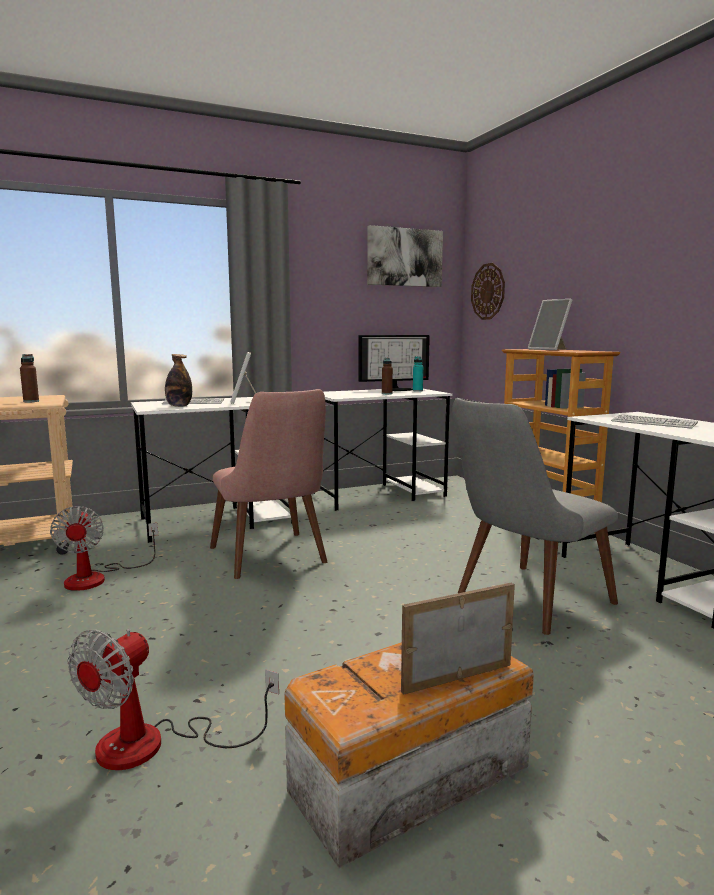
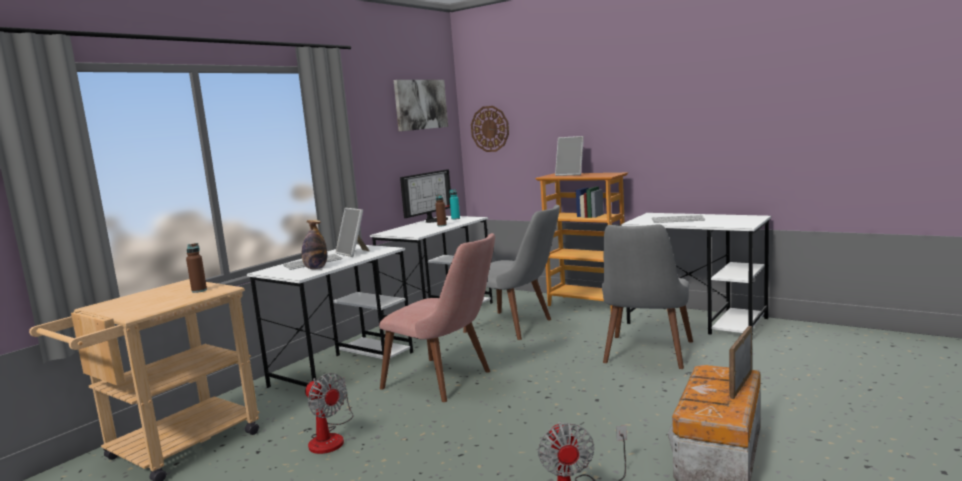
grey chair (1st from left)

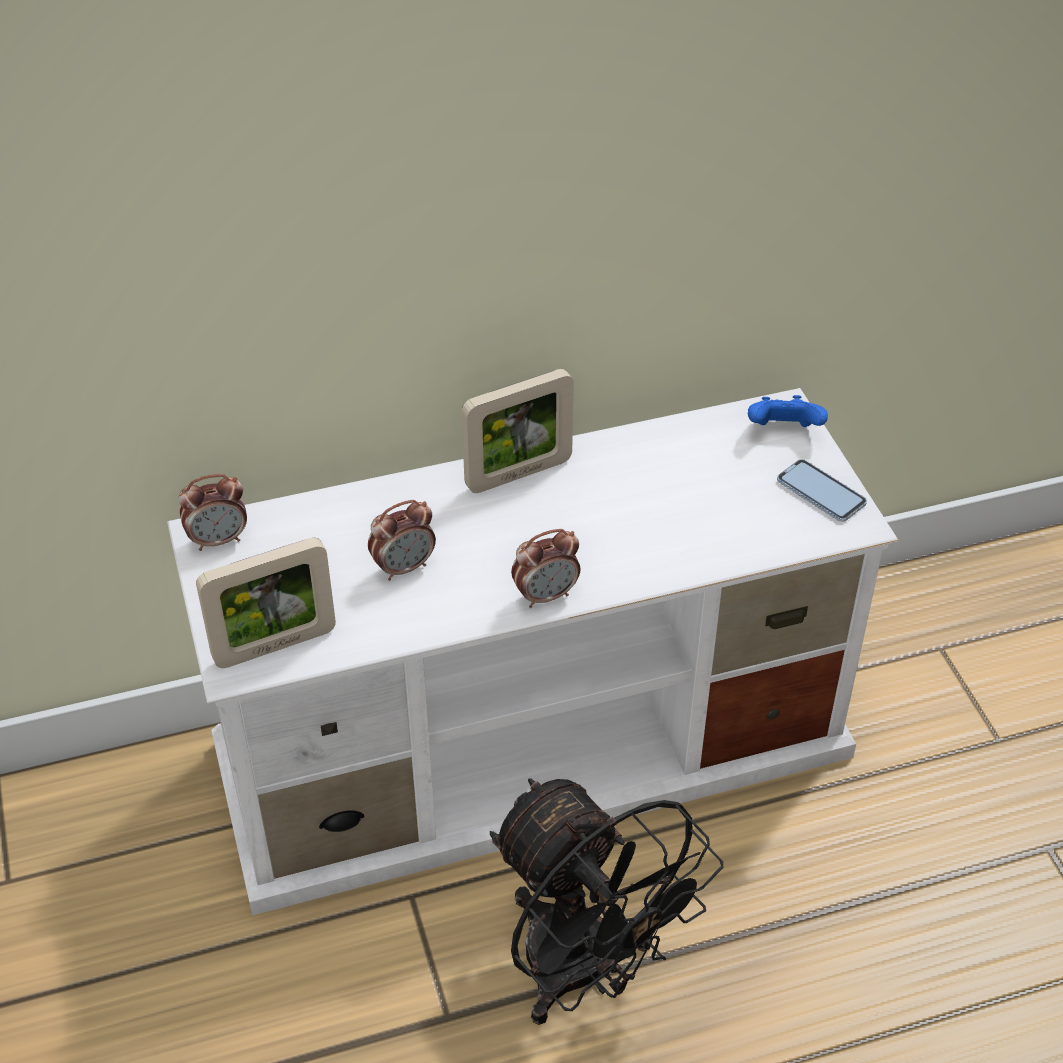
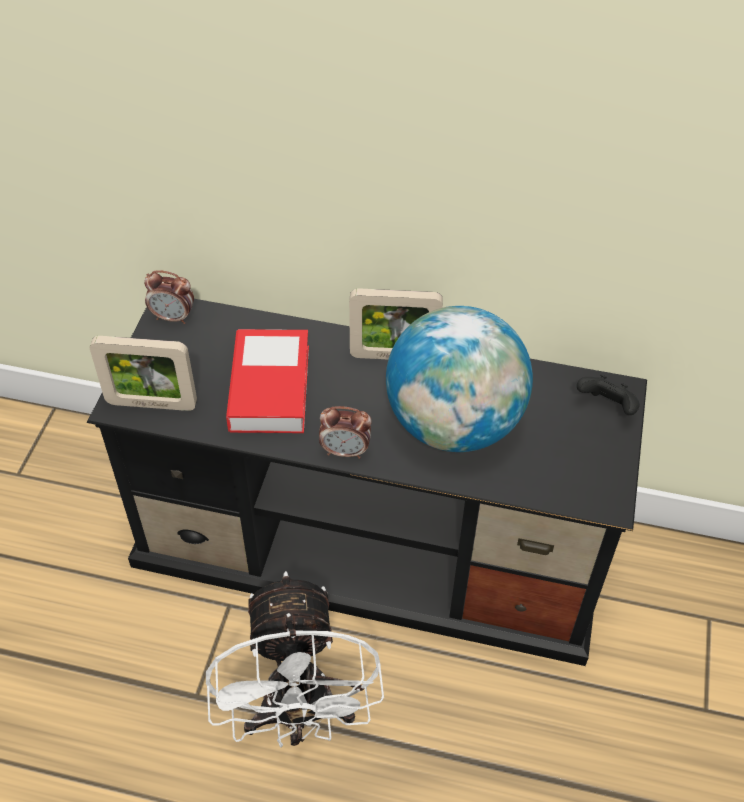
phone; globe; book; black tv stand; white fan; black game controller

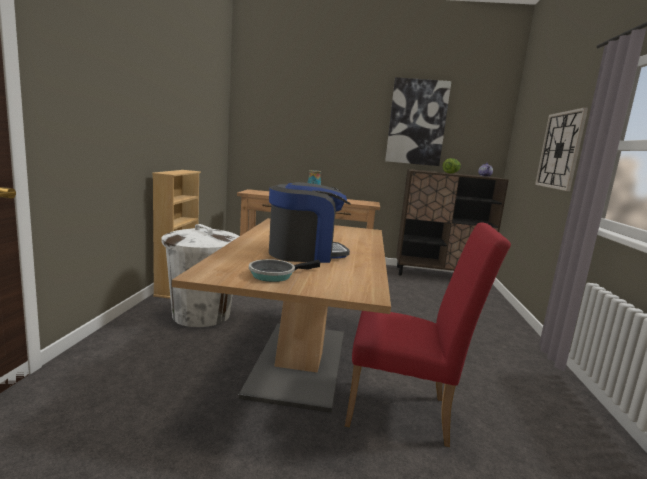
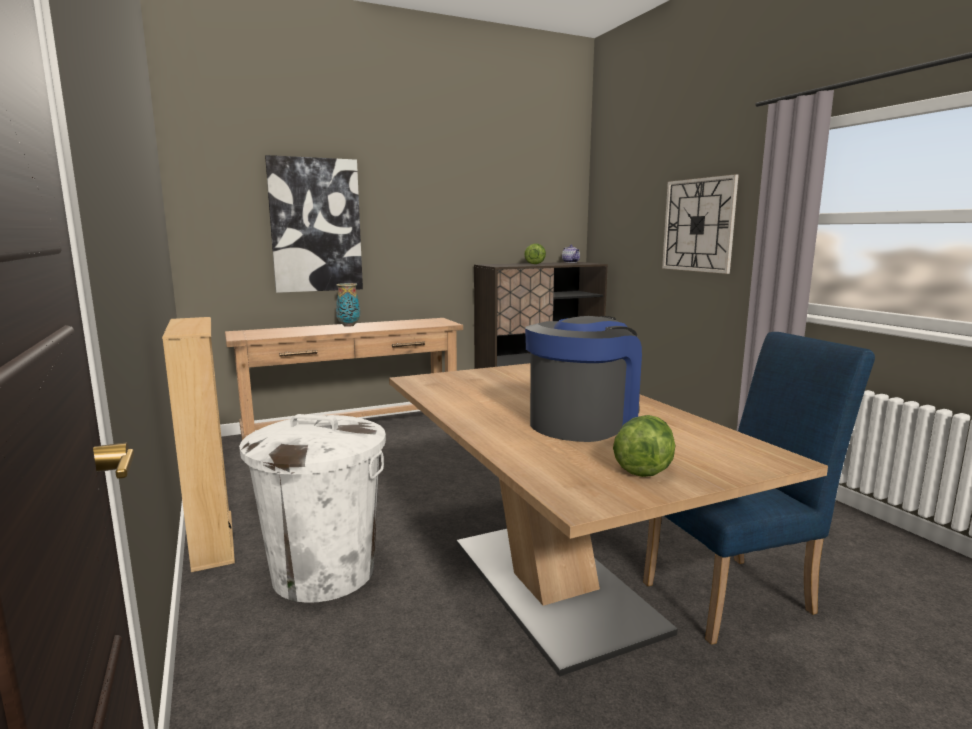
picture; lettuce (2nd from left); blue chair

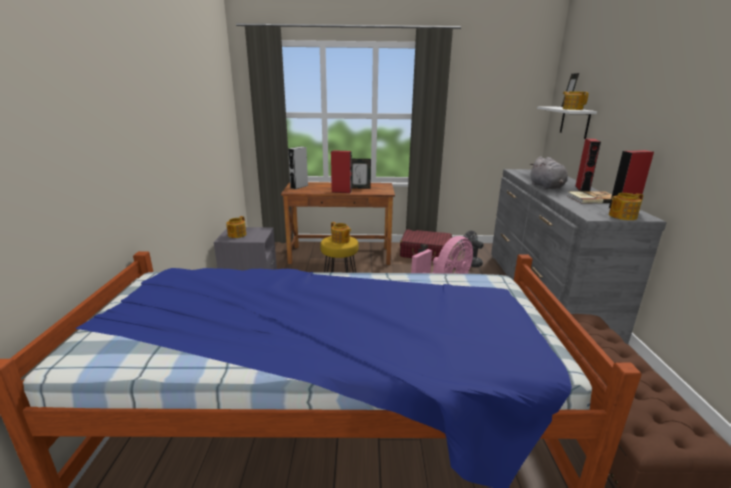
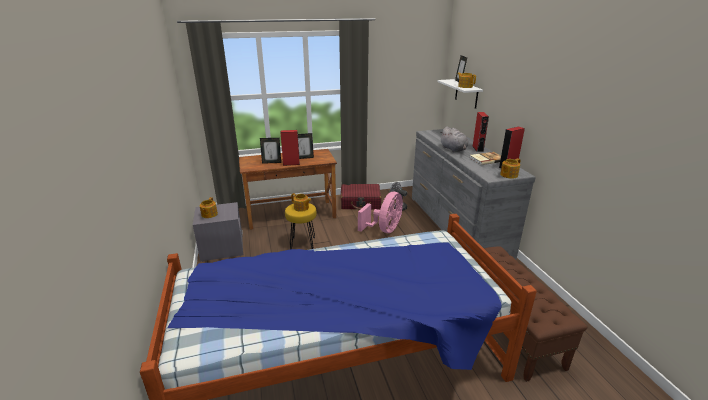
grey speaker; picture frame (1st from left)

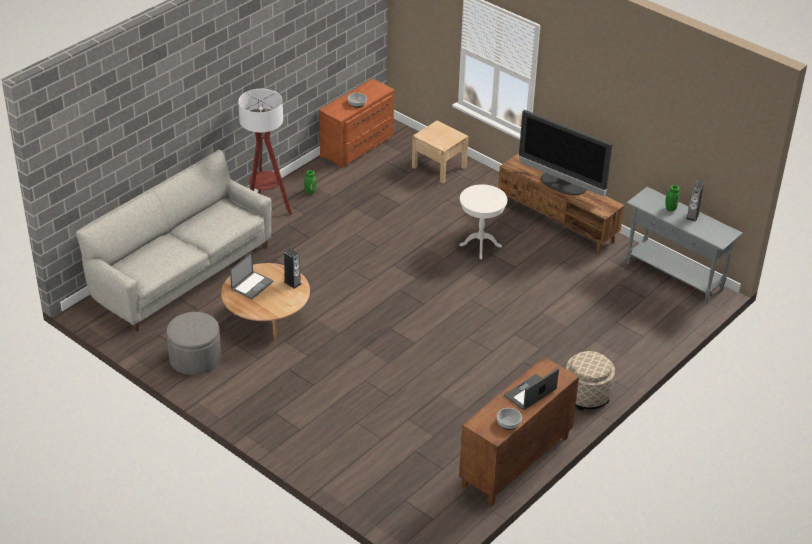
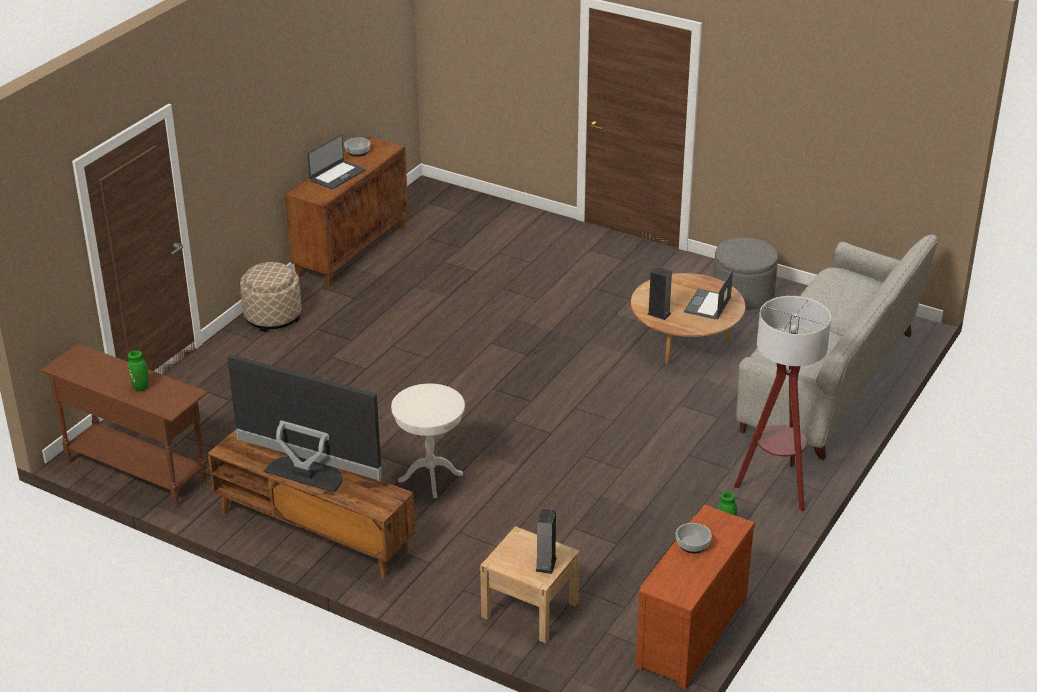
speaker (1st from left); brown console table

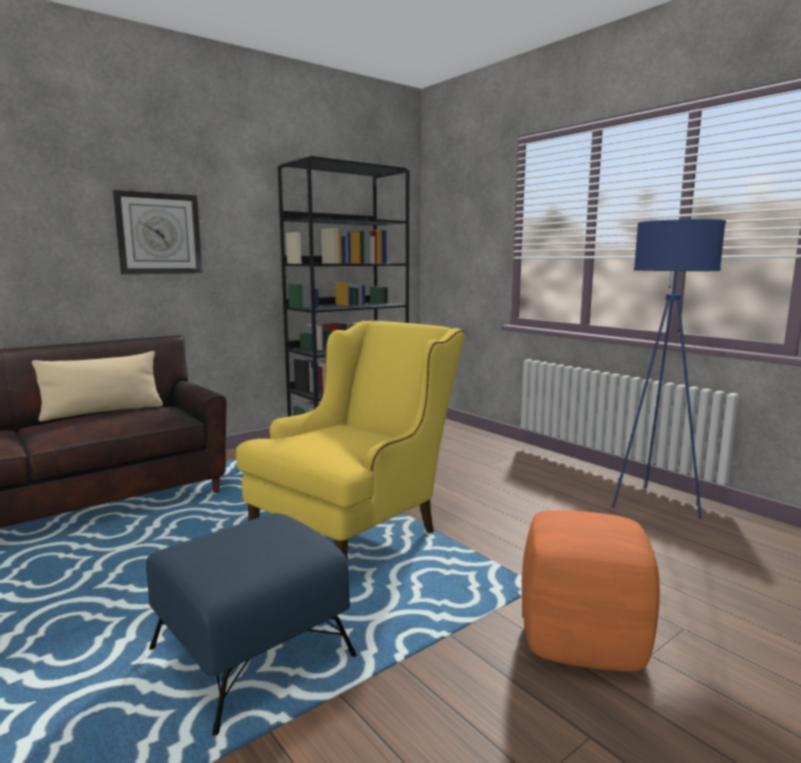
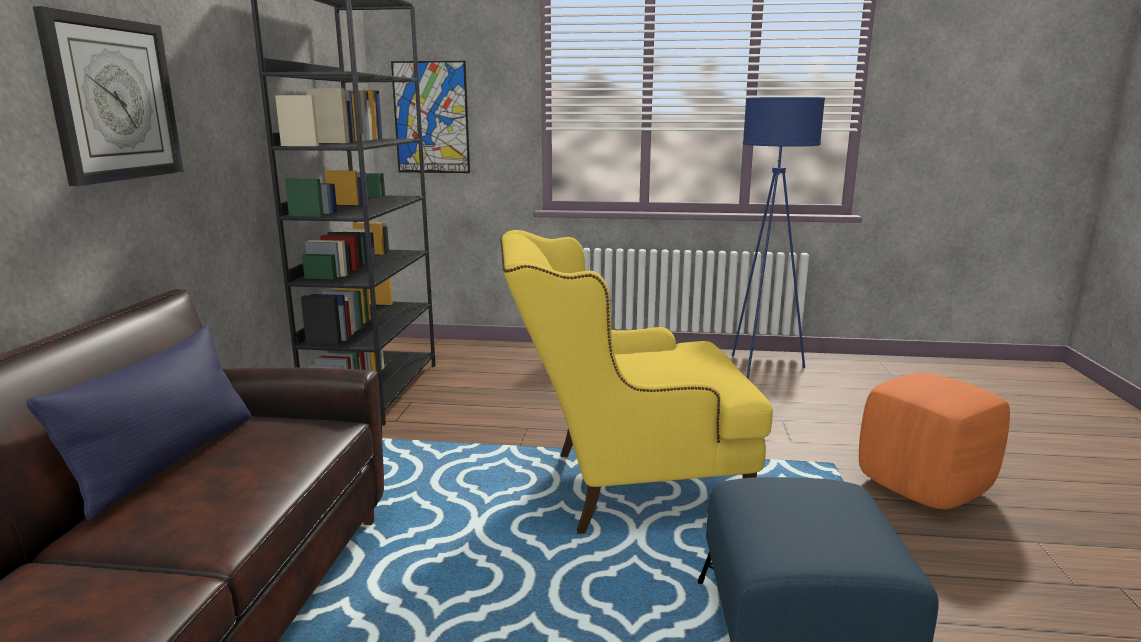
picture; blue pillow; yellow armchair

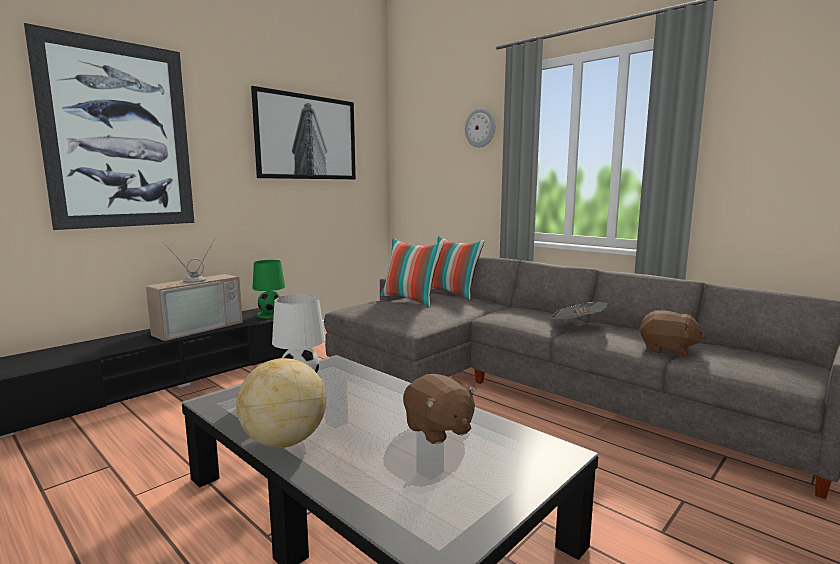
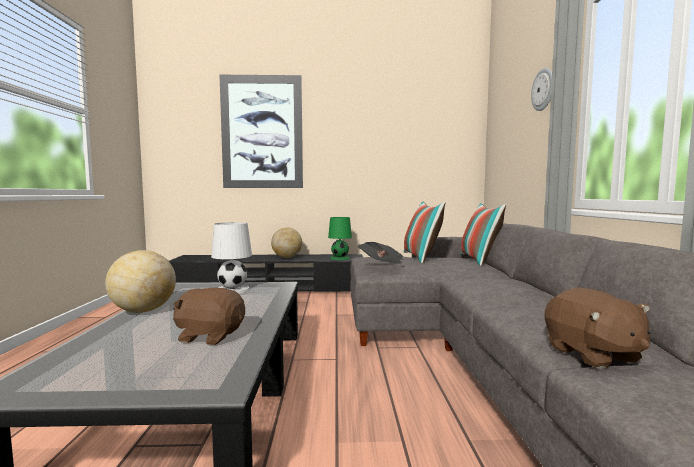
picture (2nd from left in the first image); newspaper; globe (2nd from left); brown plush toy (1st from left)

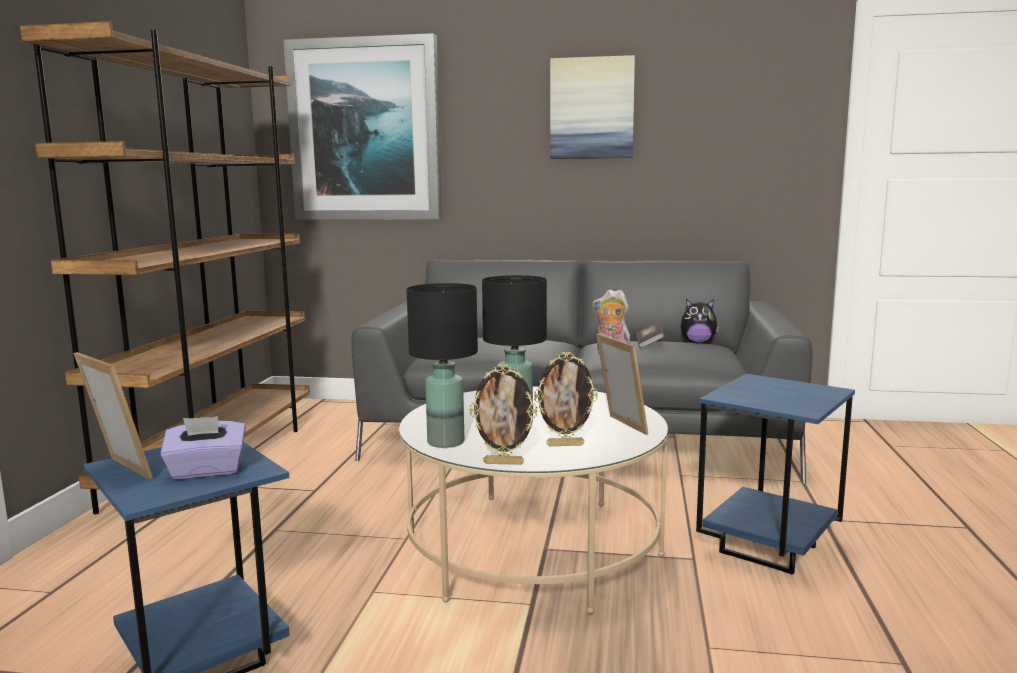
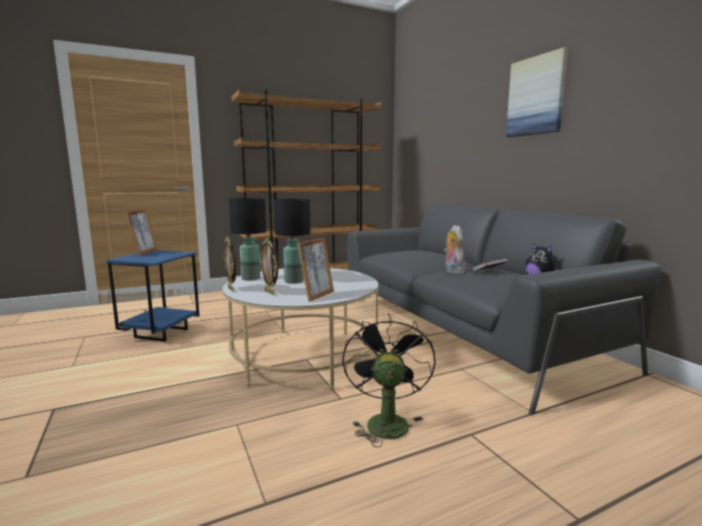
purple tissue box; picture (1st from left in the first image); black fan

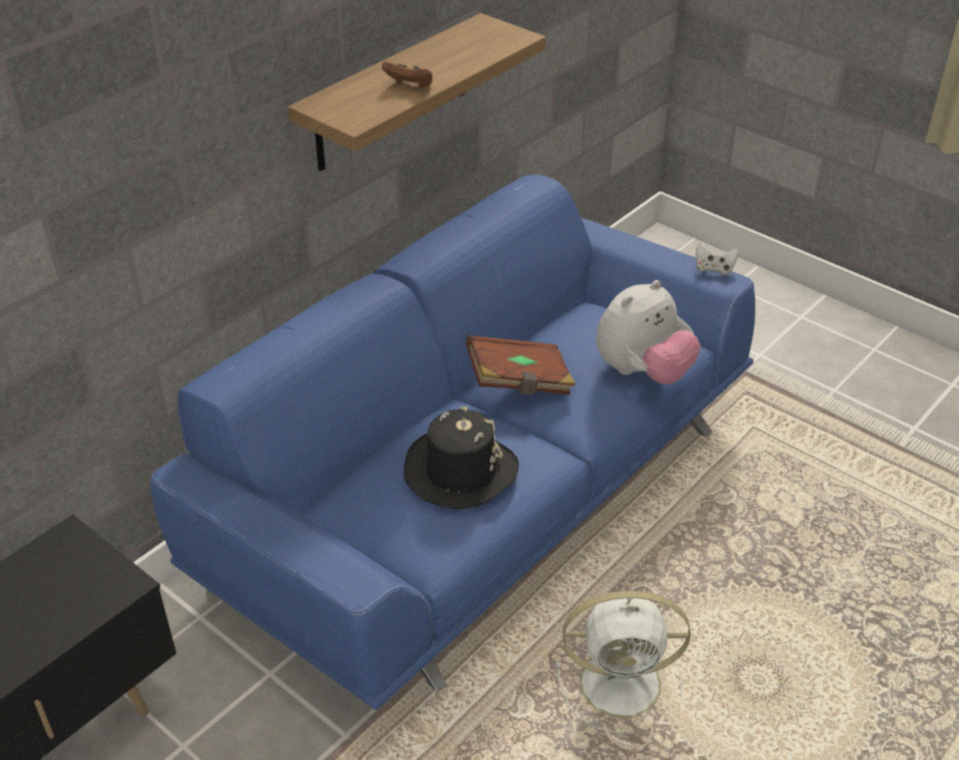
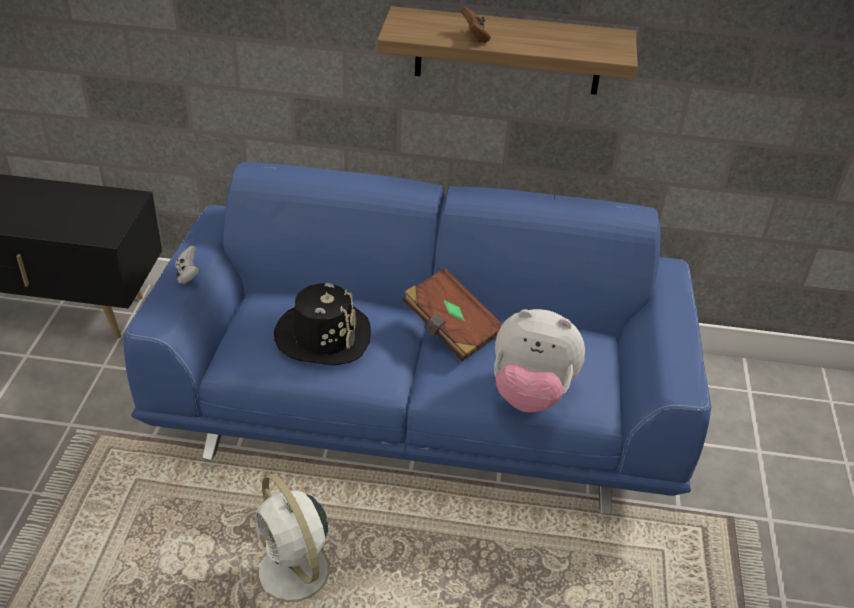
white game controller

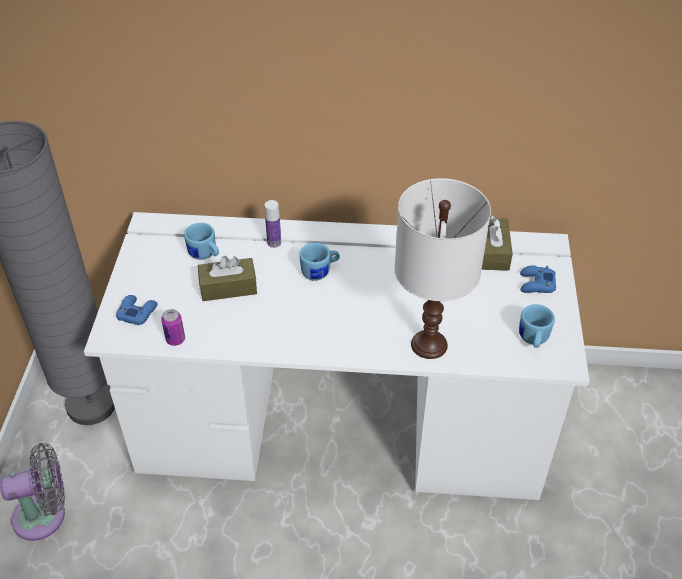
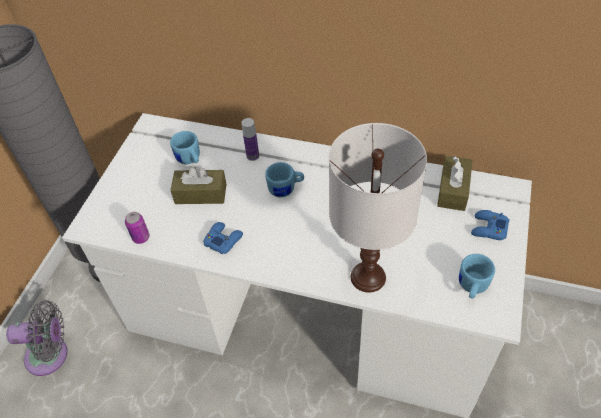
blue game controller (1st from left)

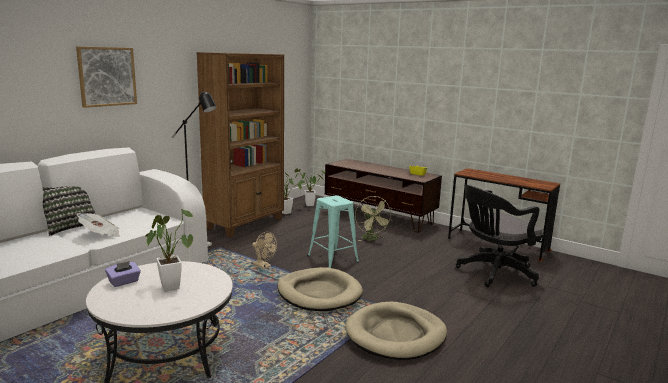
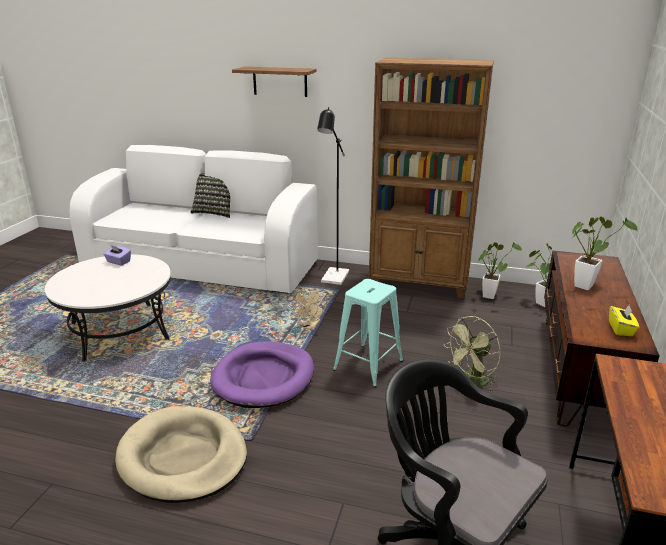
newspaper; potted plant (3rd from left); shelf; purple dog bed

